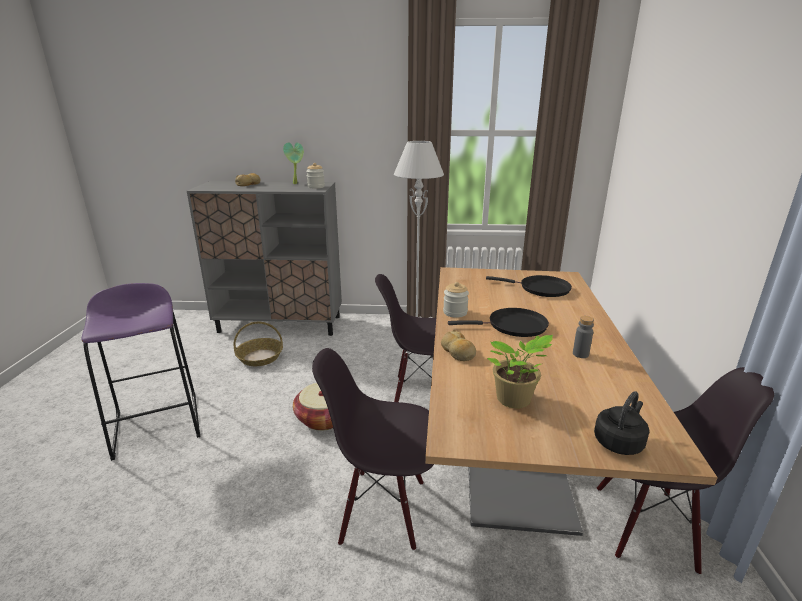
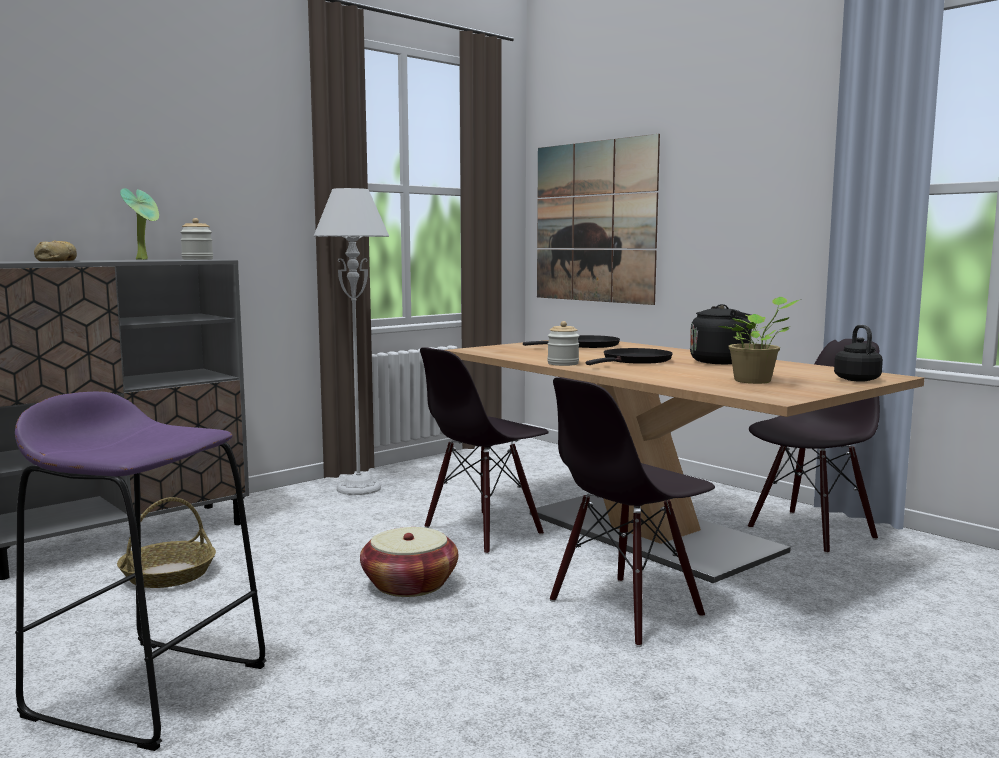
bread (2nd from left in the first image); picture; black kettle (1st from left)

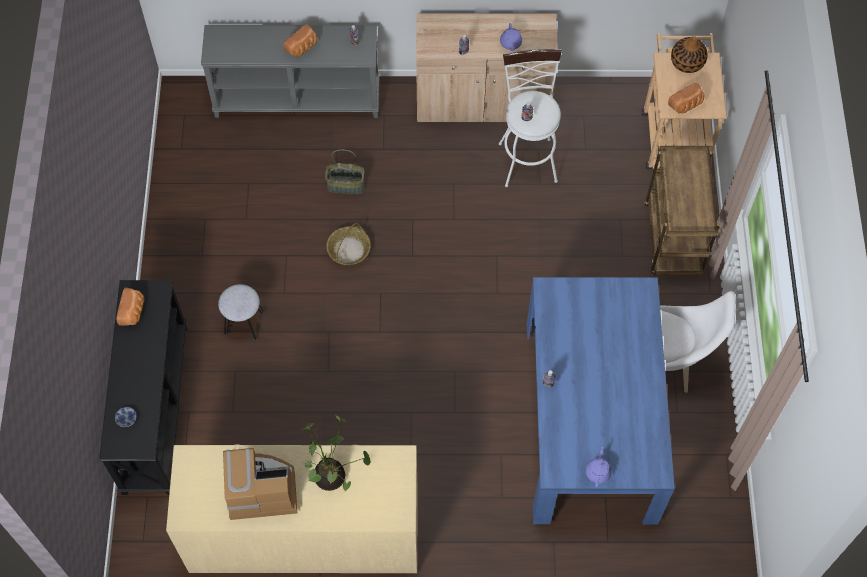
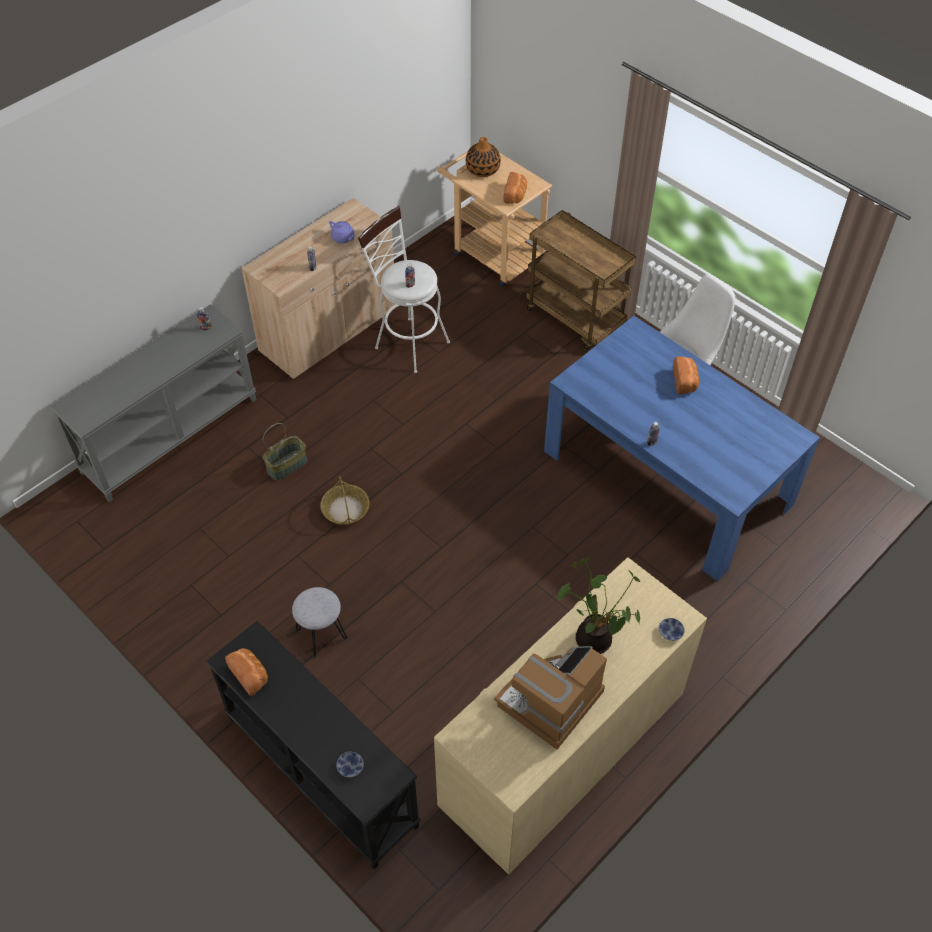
purple teapot (2nd from left in the first image); bowl (2nd from left); bread (3rd from left)

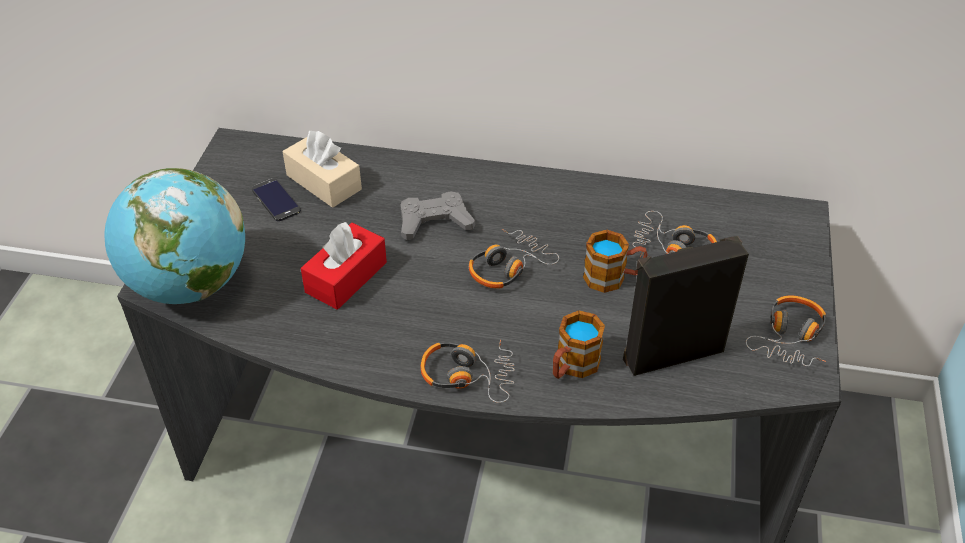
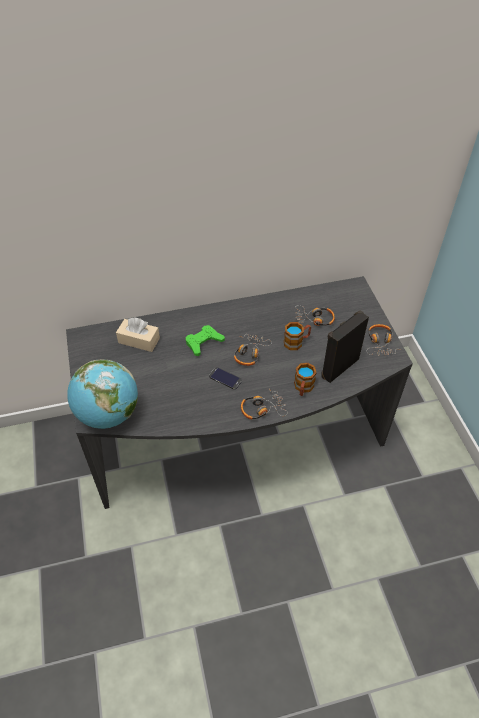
red tissue box; phone; green game controller

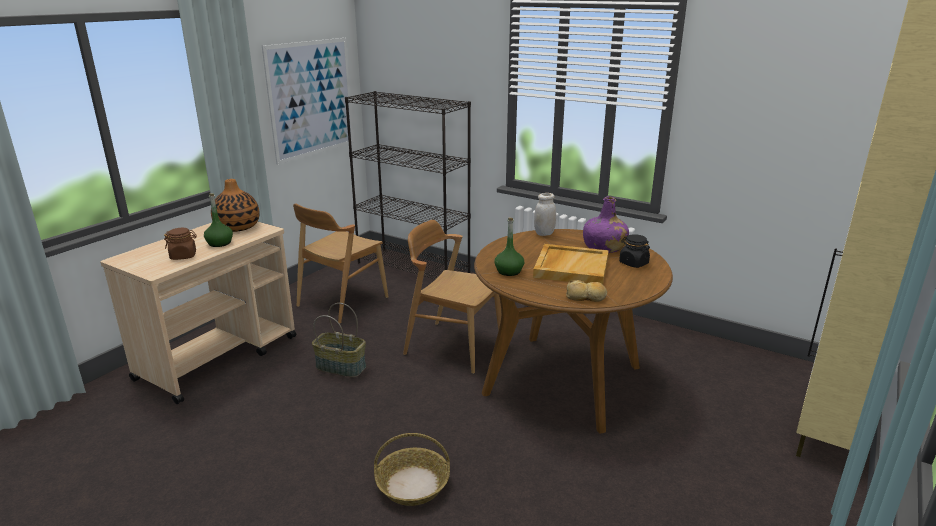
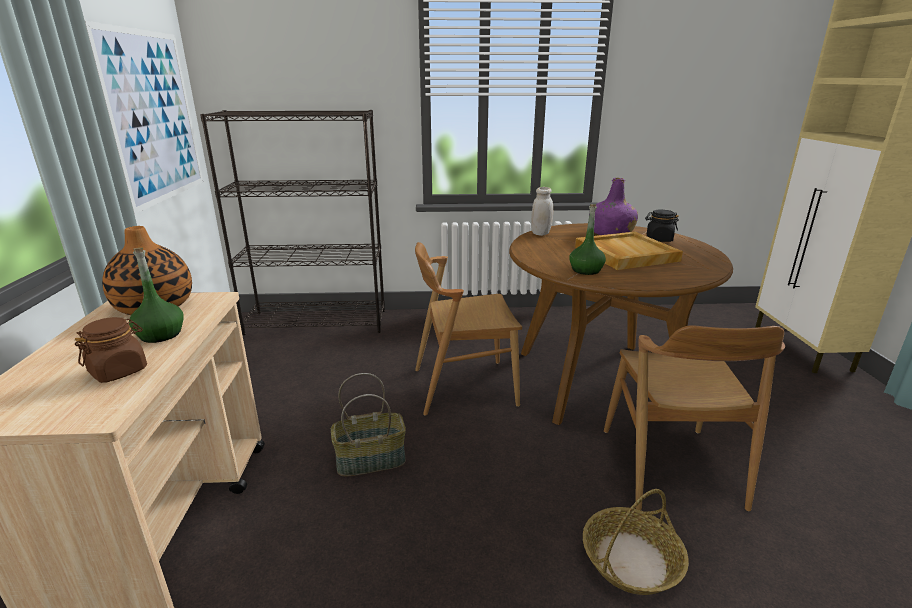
bread; brown chair (2nd from left)

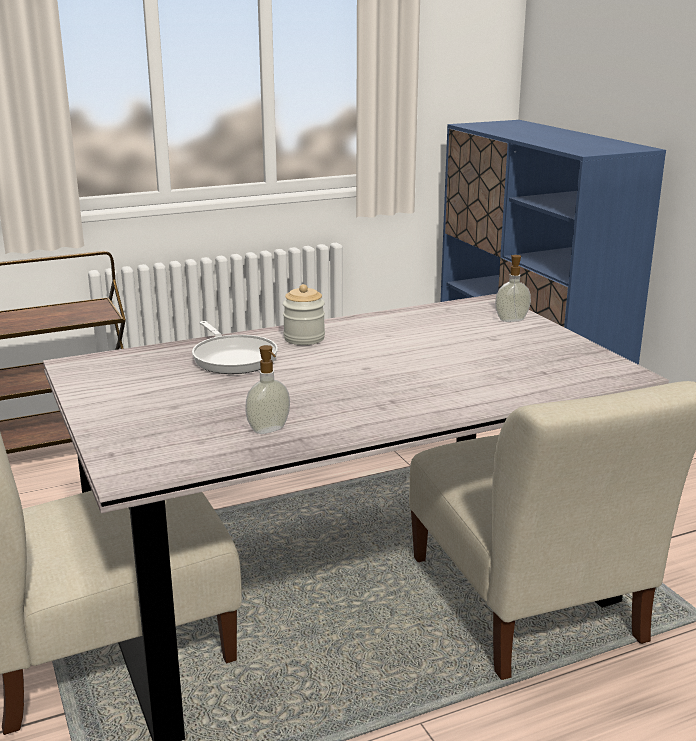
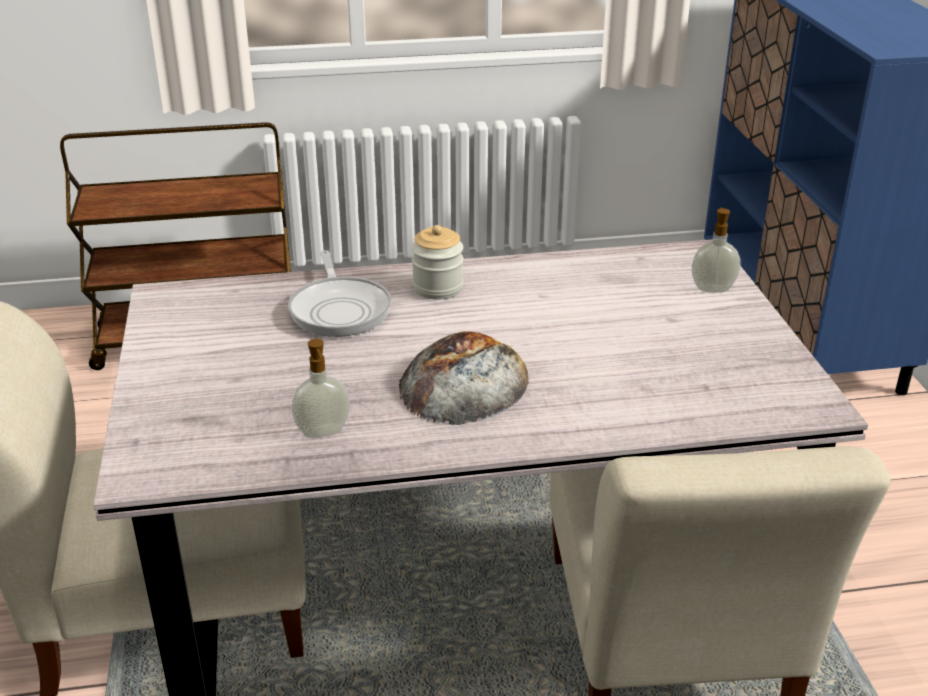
bread

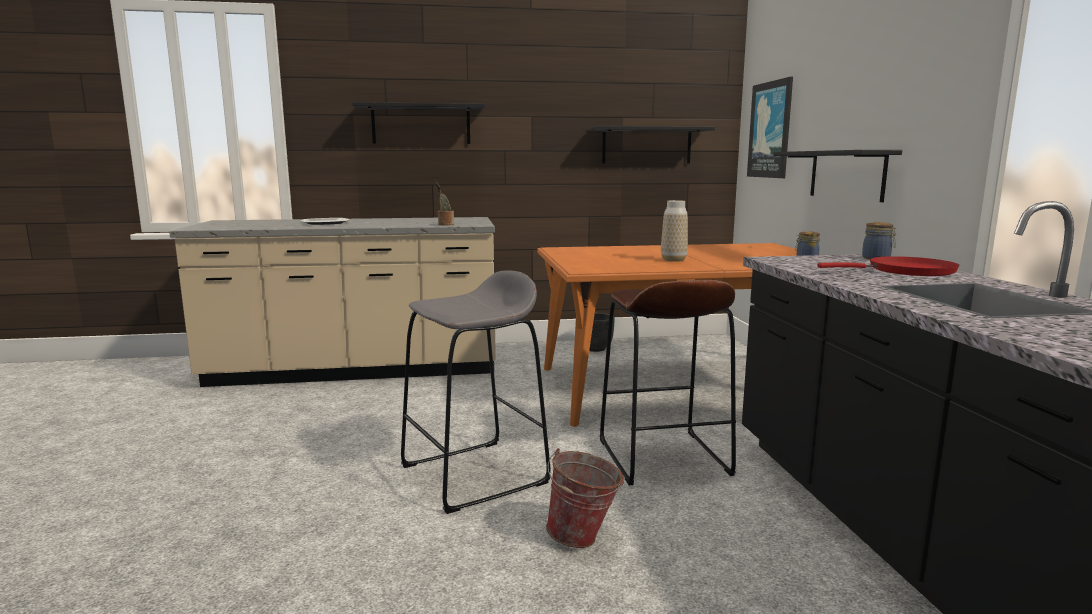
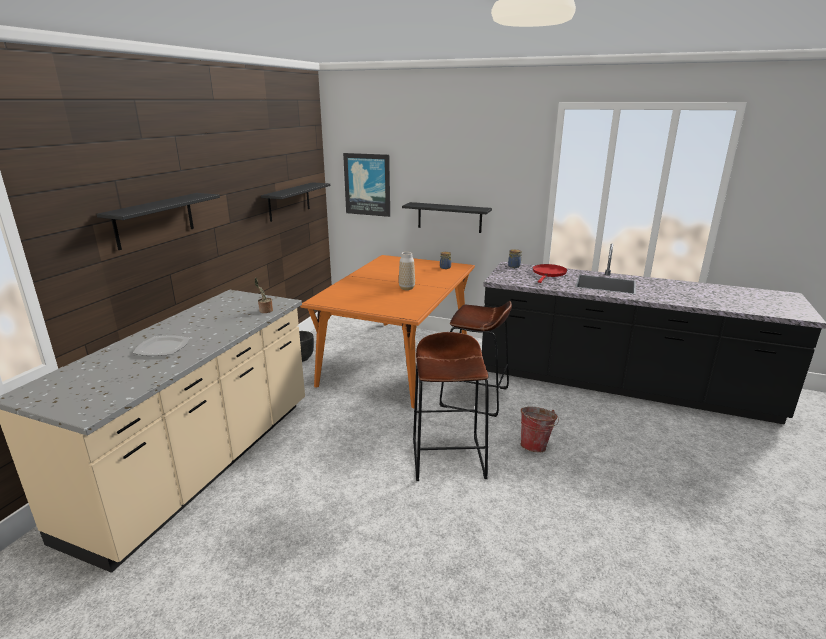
brown stool (1st from left)

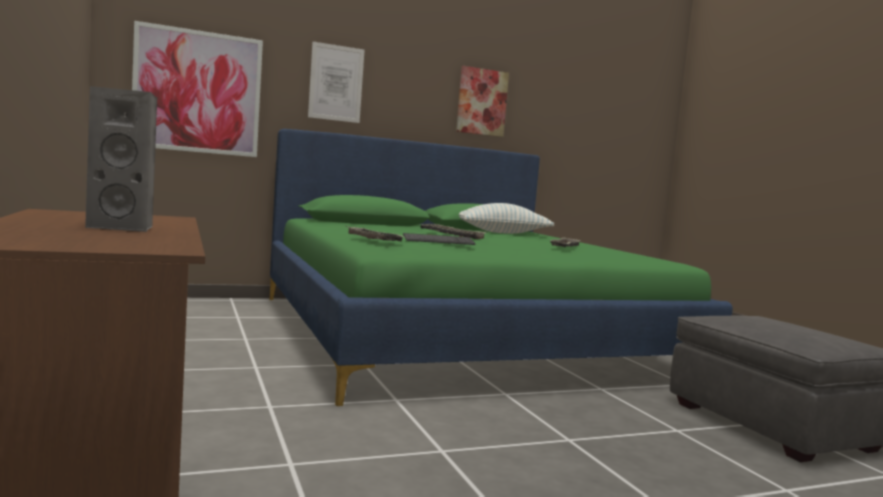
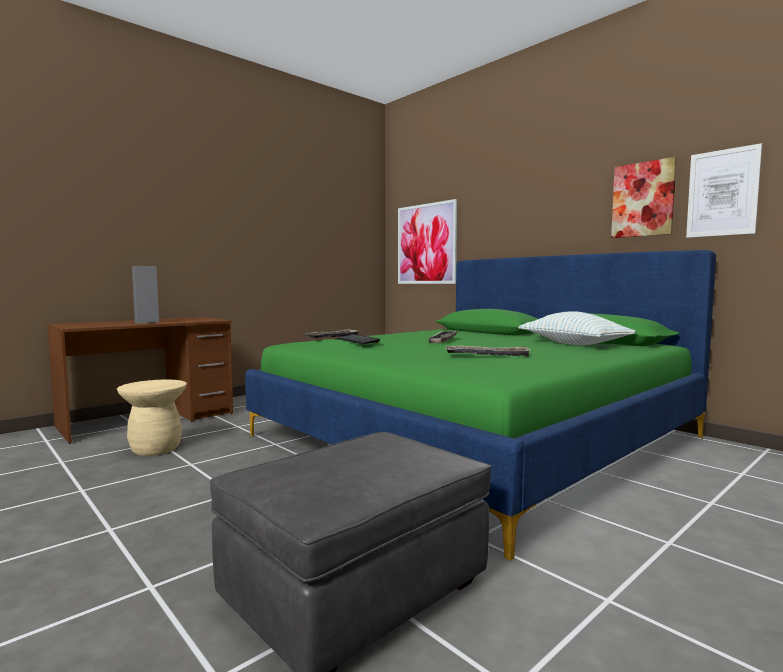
beige stool; picture (3rd from left)

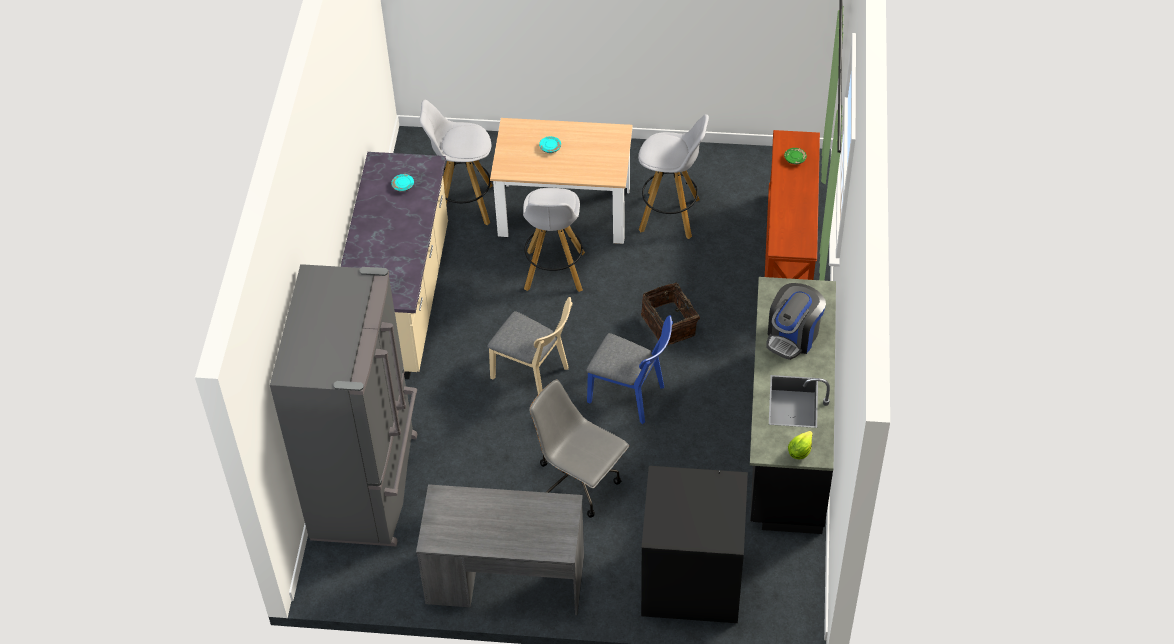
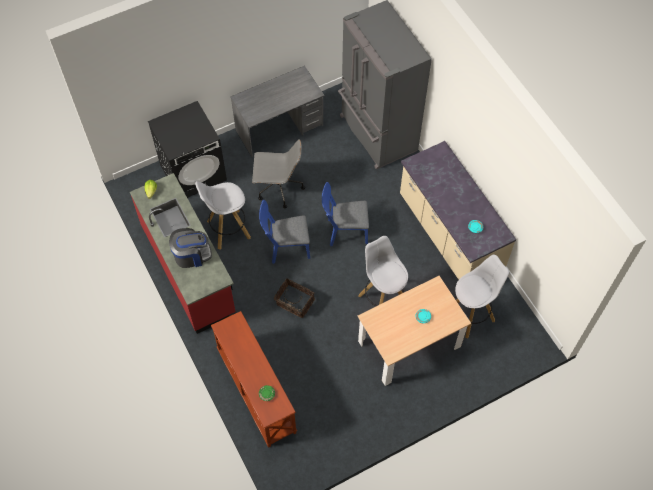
white stool (1st from left); blue chair (2nd from left); red counter; coffee machine

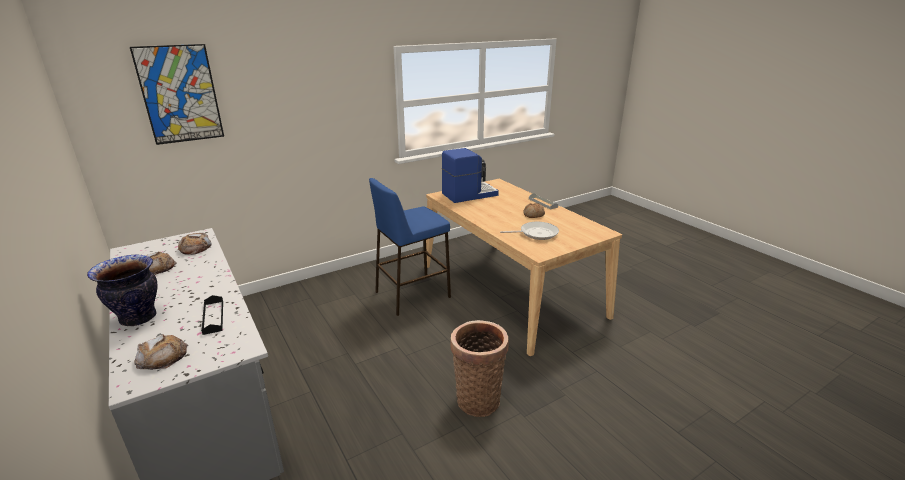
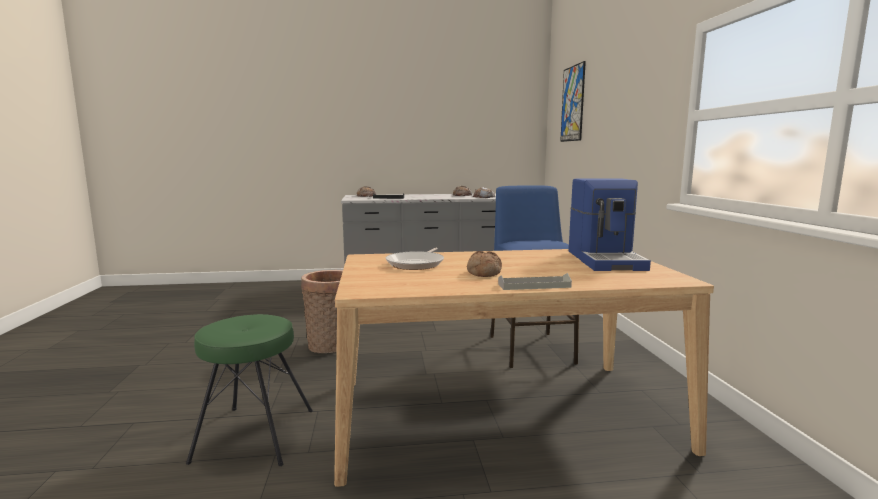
vase; green stool

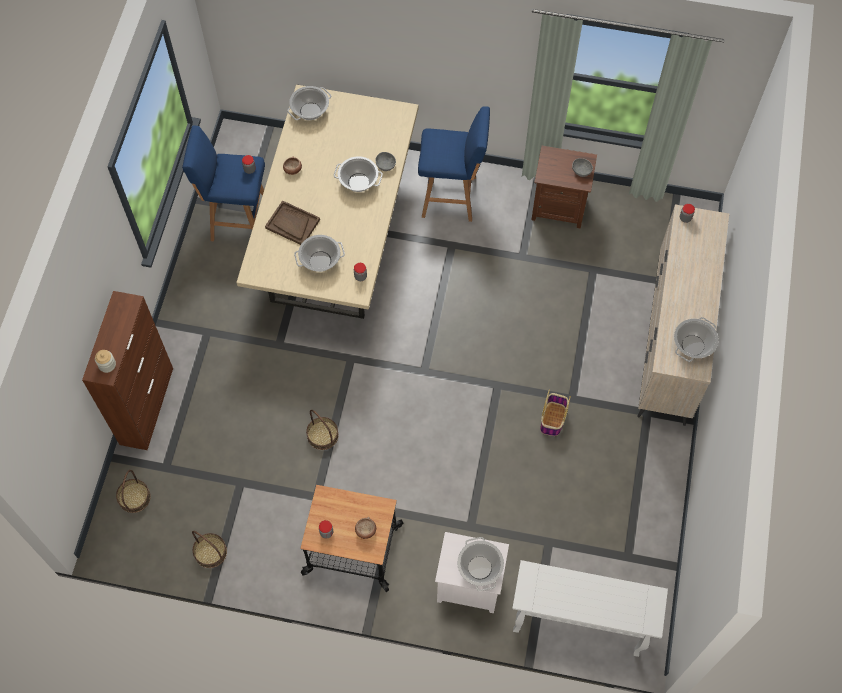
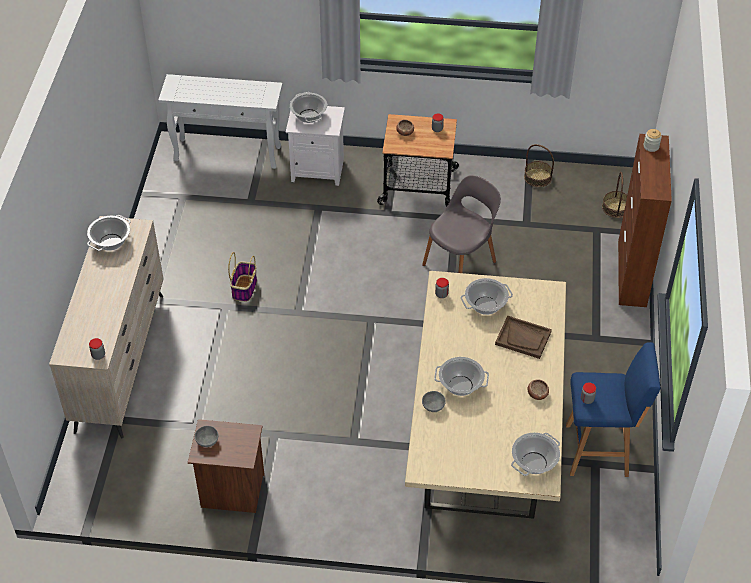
blue stool (2nd from left in the first image); grey chair

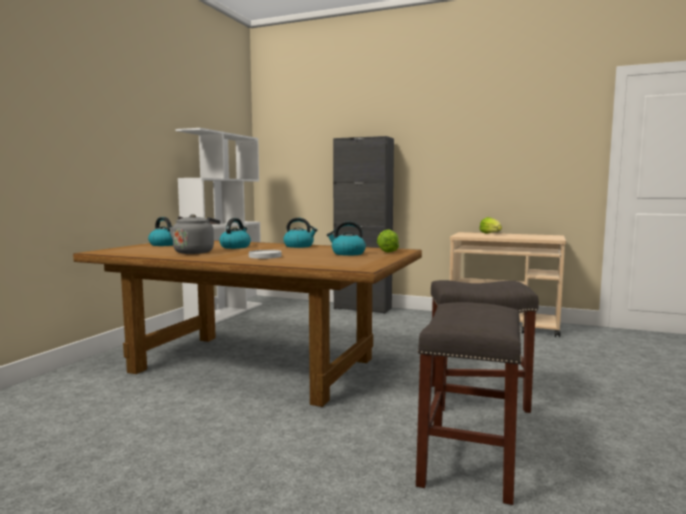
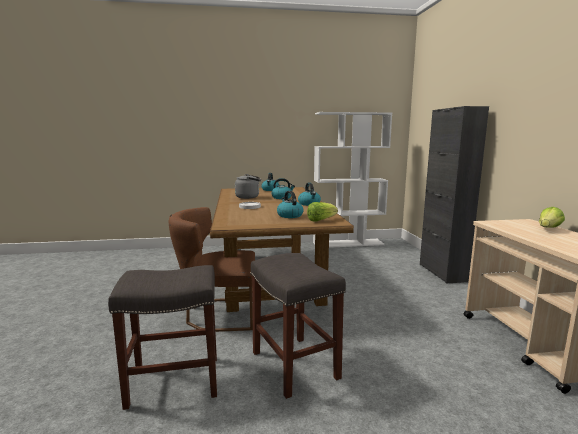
brown chair

